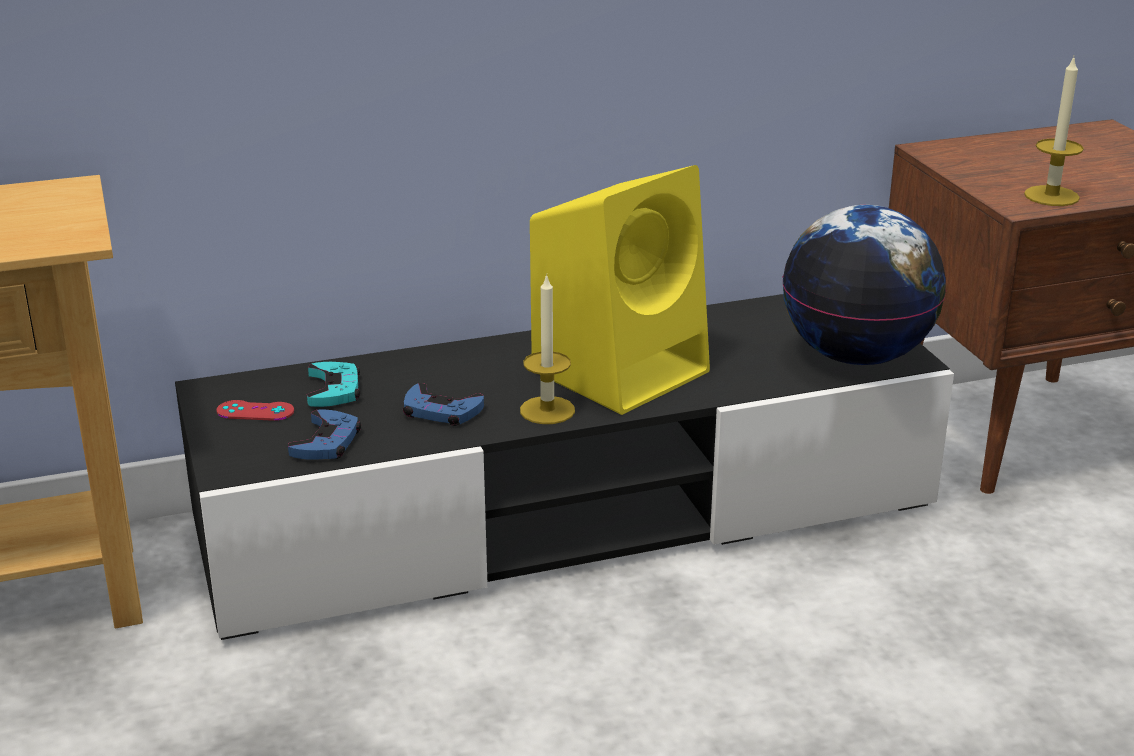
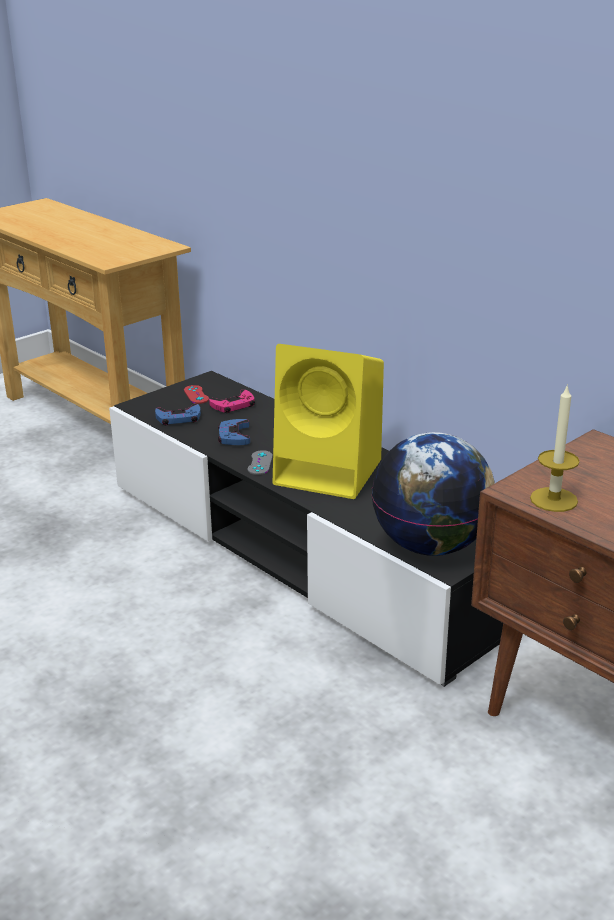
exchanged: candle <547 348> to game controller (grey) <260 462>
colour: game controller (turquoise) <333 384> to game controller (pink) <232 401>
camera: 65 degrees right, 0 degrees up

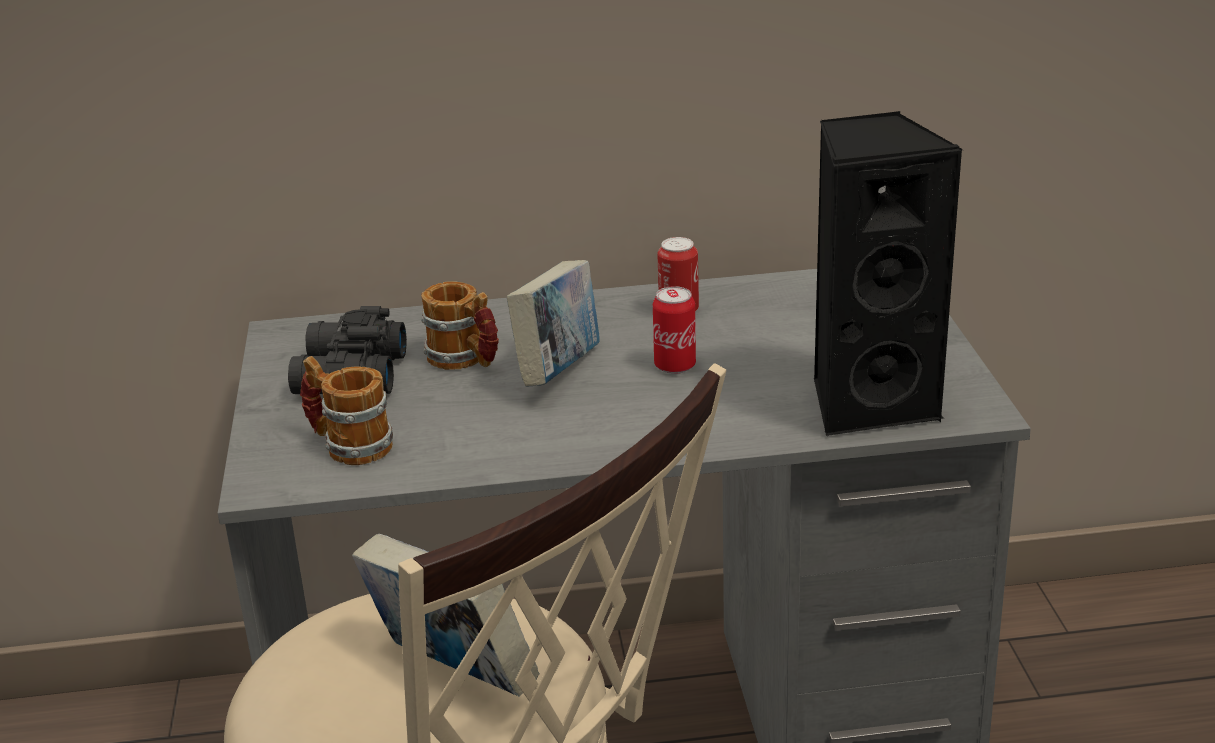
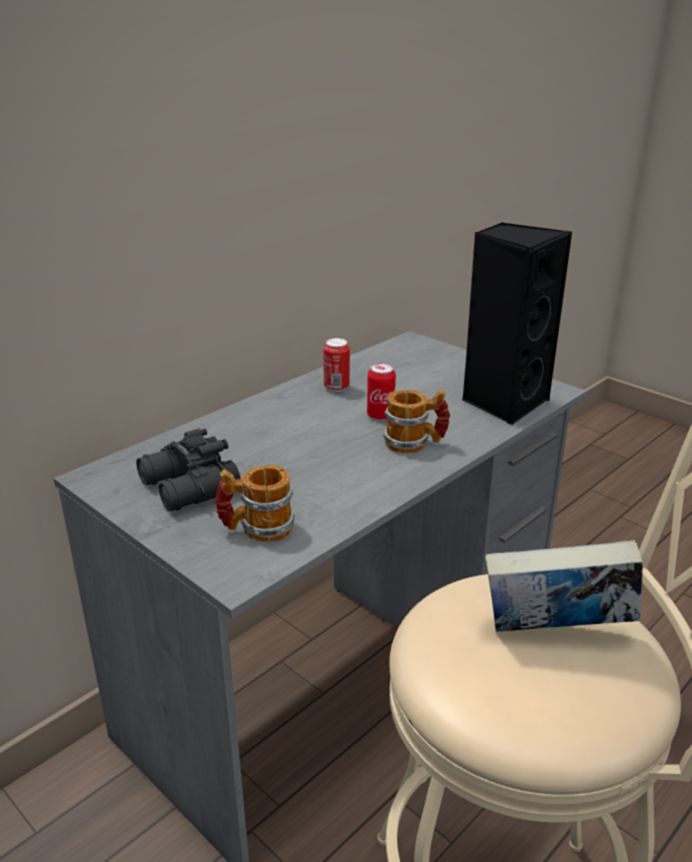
missing: book <553 323>
relocated: mug <460 325> to <416 421>
camera: 40 degrees left, 0 degrees up

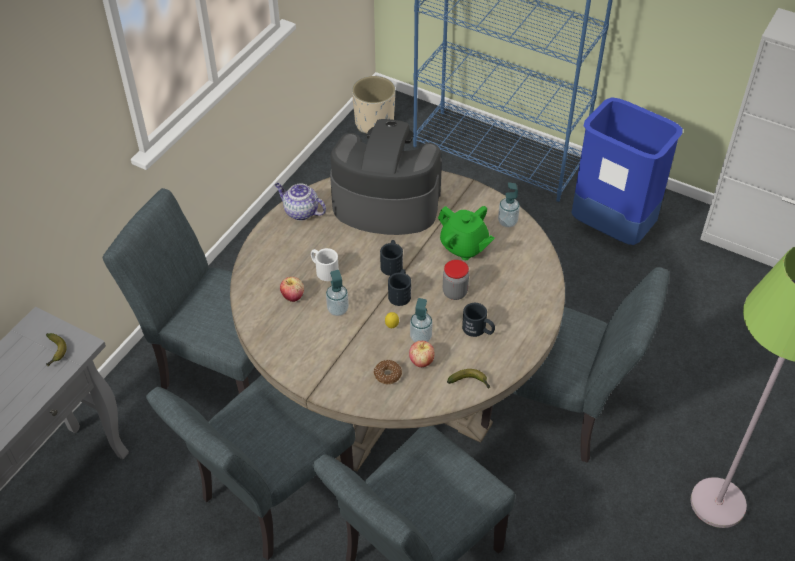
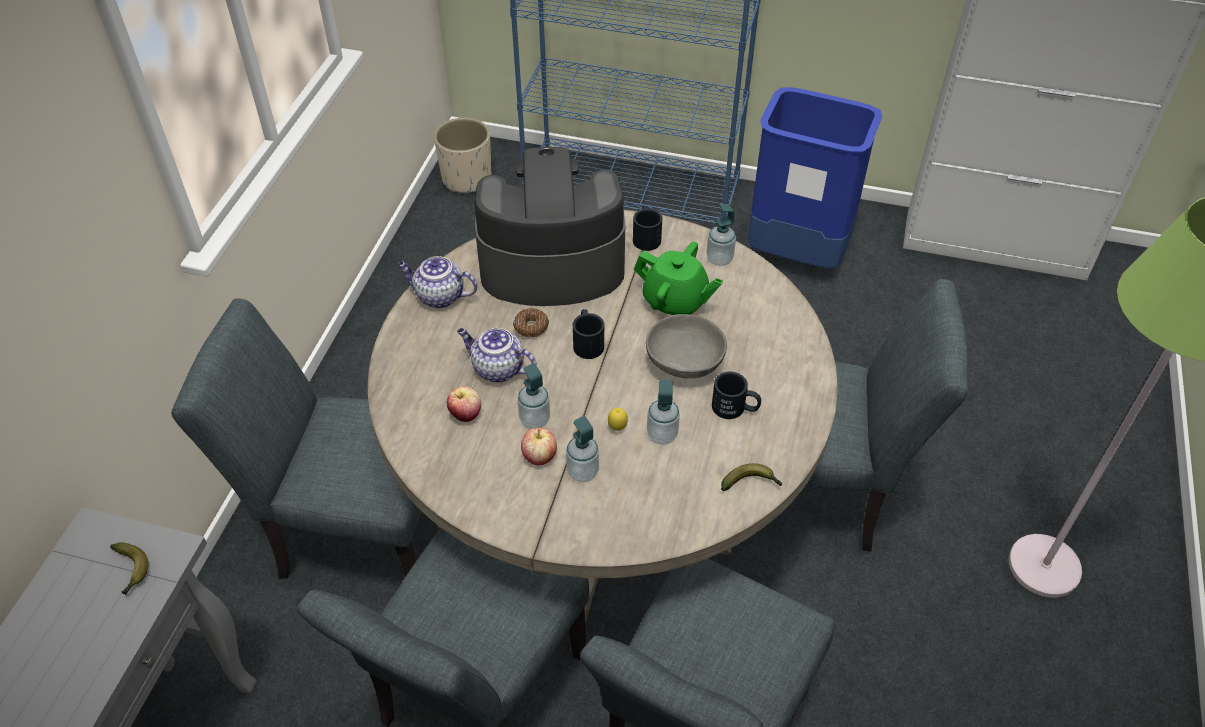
appeared: soap dispenser <582 449>
relocated: donut <388 372> to <531 322>; apple <422 354> to <539 446>; mug (black) <399 287> to <648 228>
exchanged: mug (white) <325 264> to teapot <497 355>; jar <456 280> to bowl (grey) <686 346>
camera: 15 degrees left, 0 degrees up

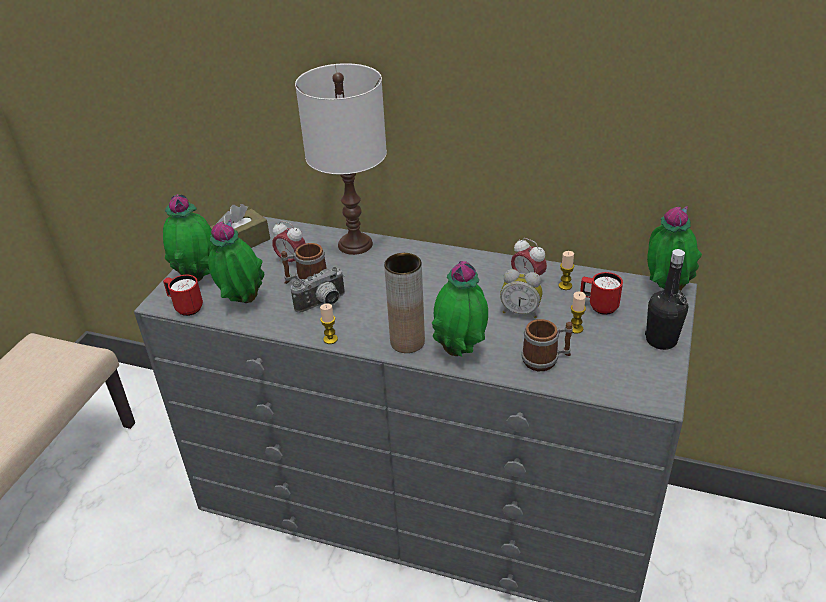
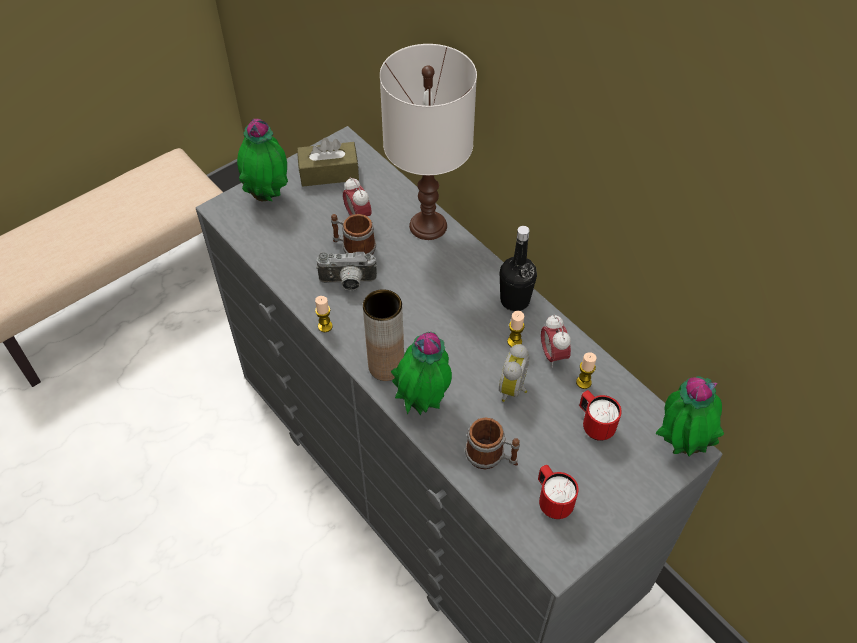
missing: potted plant <236 261>
relocated: bottle (black) <666 299> to <518 268>; candle <578 312> to <516 329>; mug (red) <183 295> to <558 492>
spun: alarm clock <521 293> = <514 373> 60 degrees clockwise
camera: 30 degrees right, 15 degrees up

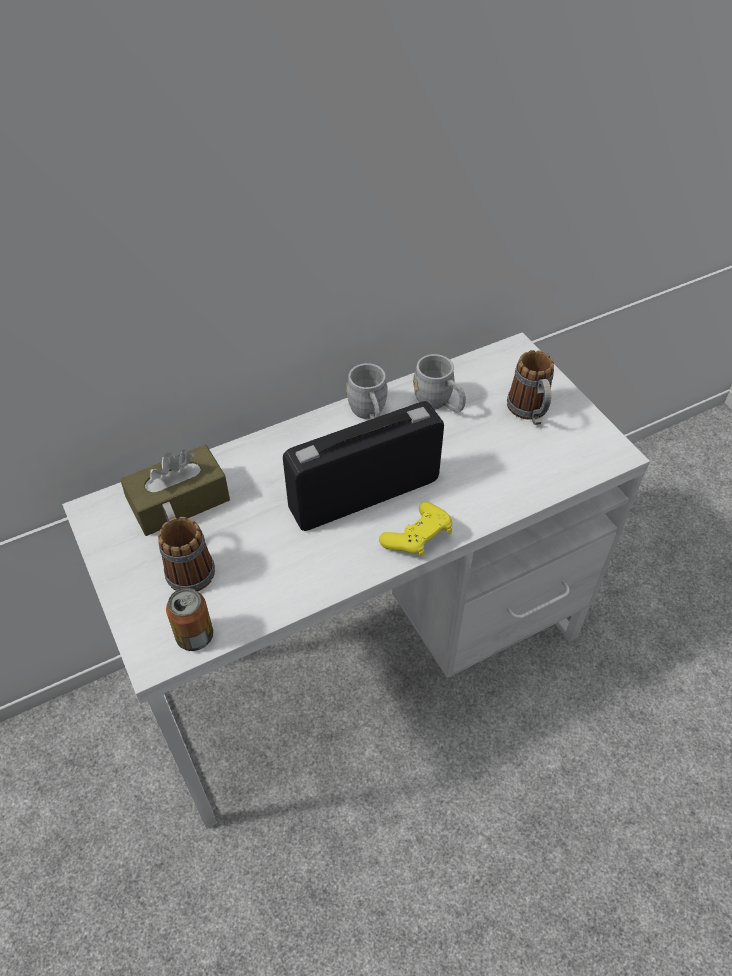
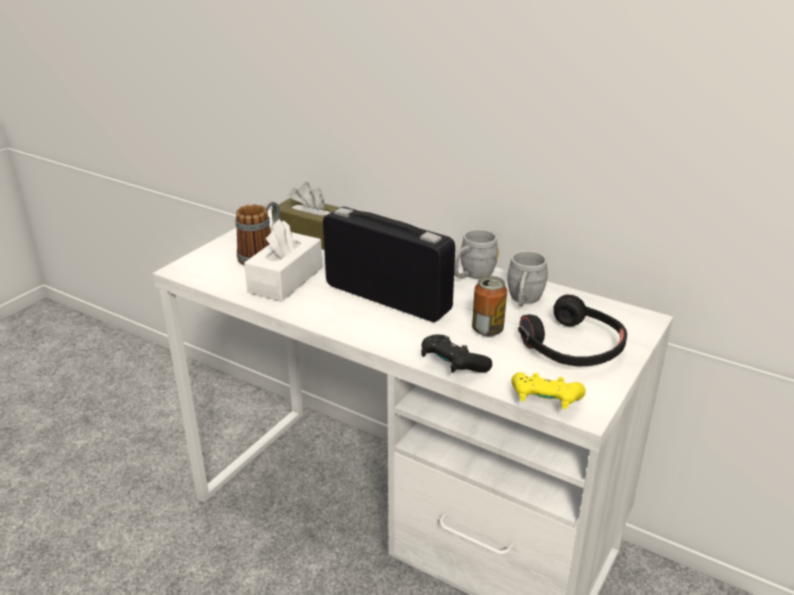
appeared: tissue box (white) <283 260>; game controller (black) <456 353>
relocated: can <189 619> to <489 306>; game controller (yellow) <415 529> to <549 390>
exchanged: mug <530 387> to headphones (black) <572 330>
camera: 60 degrees right, 20 degrees down

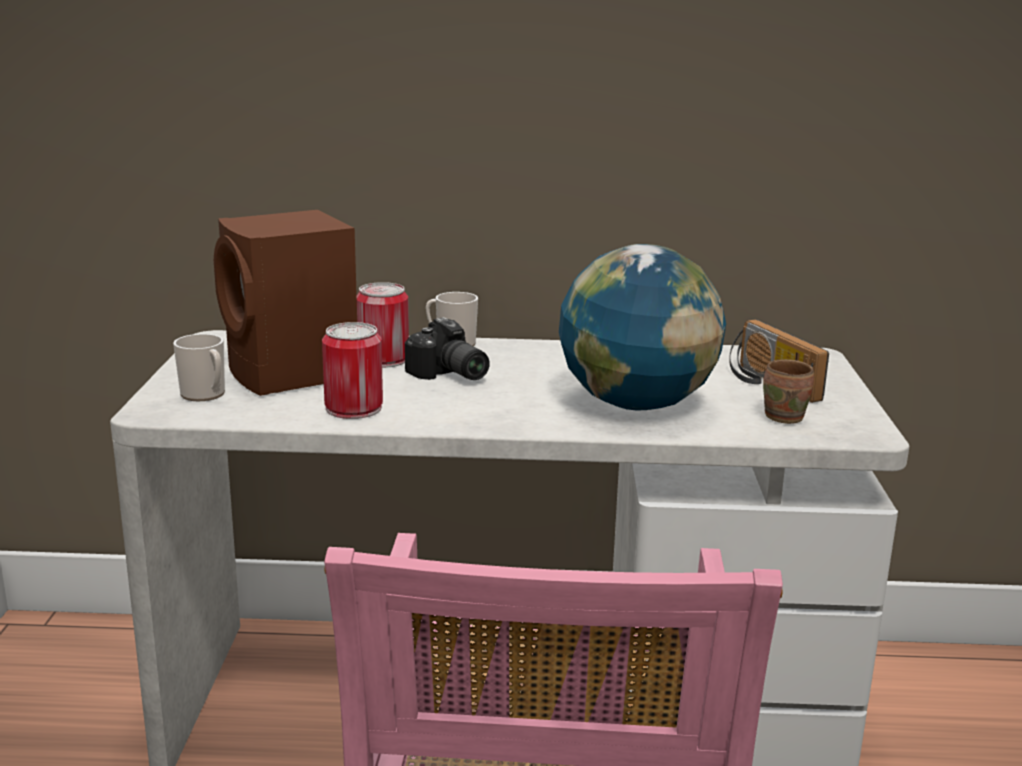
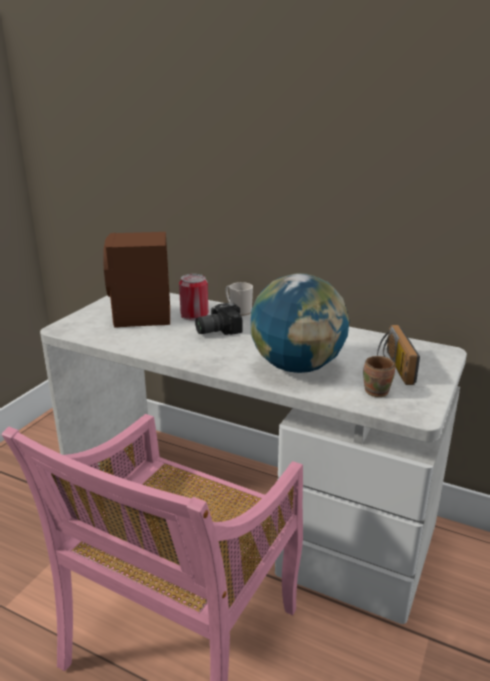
missing: mug <199 367>; can <352 370>
spun: photo camera <447 348> = <218 319> 75 degrees clockwise
camera: 25 degrees right, 5 degrees up

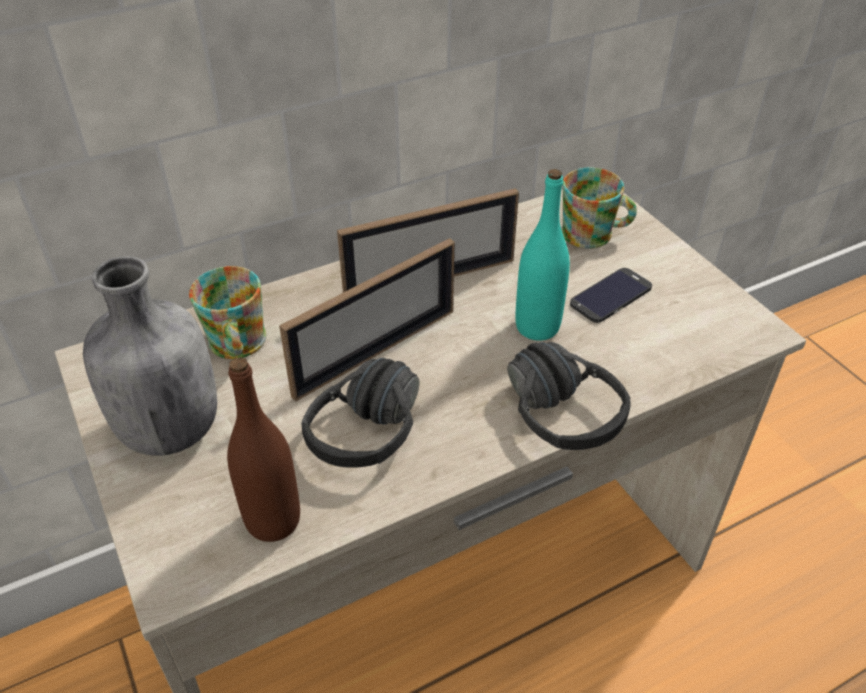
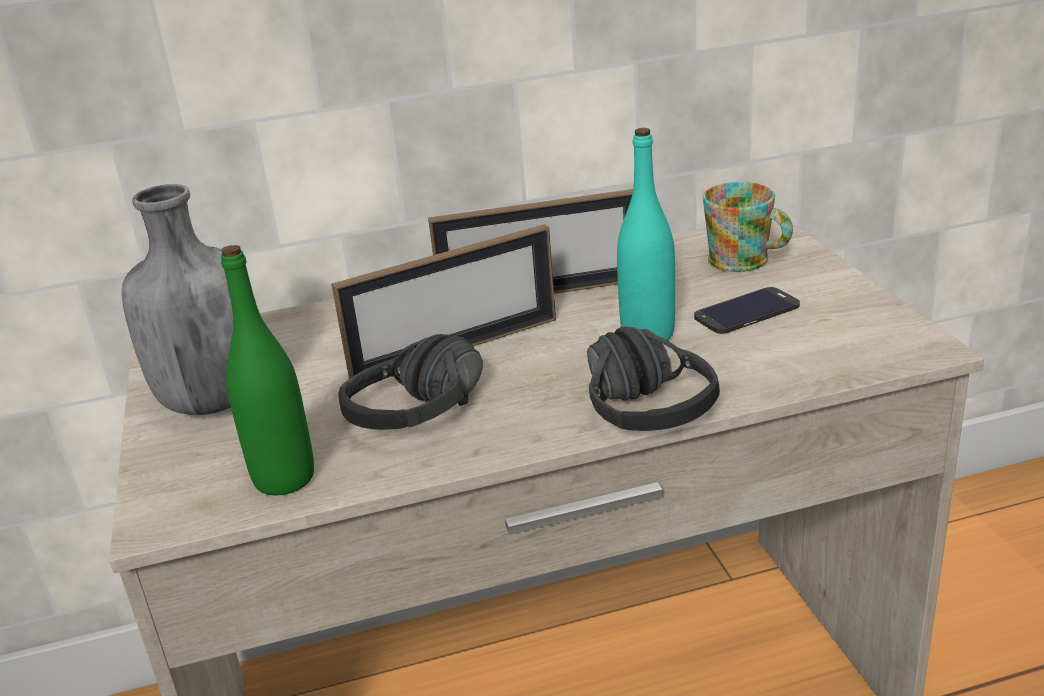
missing: mug <227 312>
colour: bottle (brown) <263 449> to bottle (green) <267 370>
camera: 15 degrees right, 15 degrees down

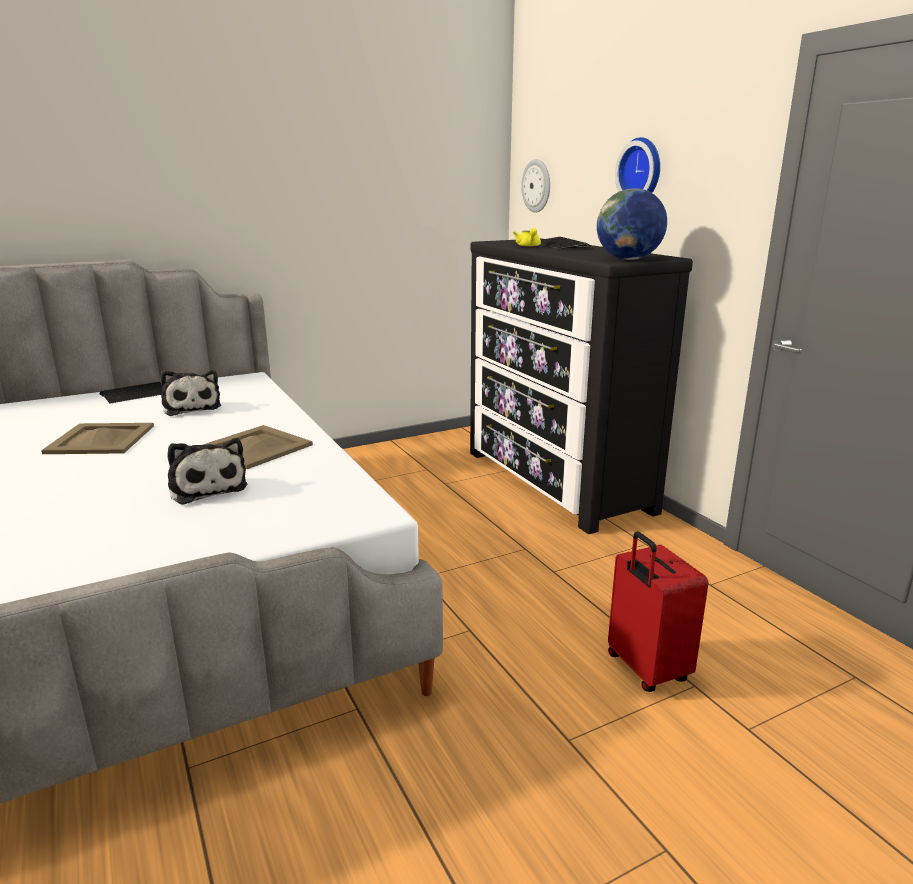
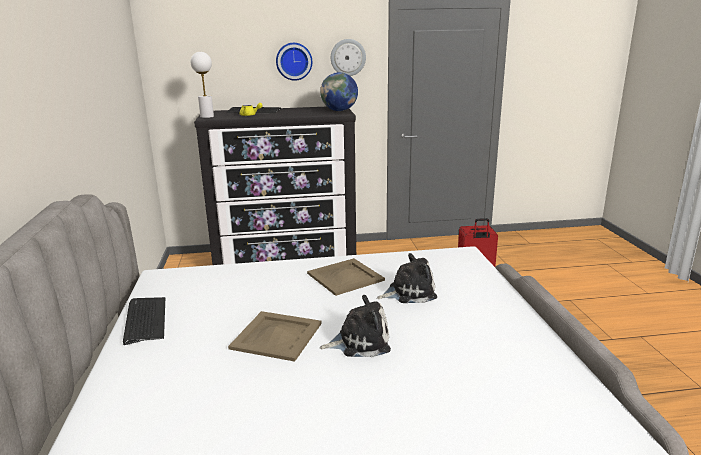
appeared: table lamp (white) <202 85>
relocated: plush toy <191 393> to <355 326>; wall clock <535 186> to <348 57>
camera: 70 degrees left, 0 degrees up

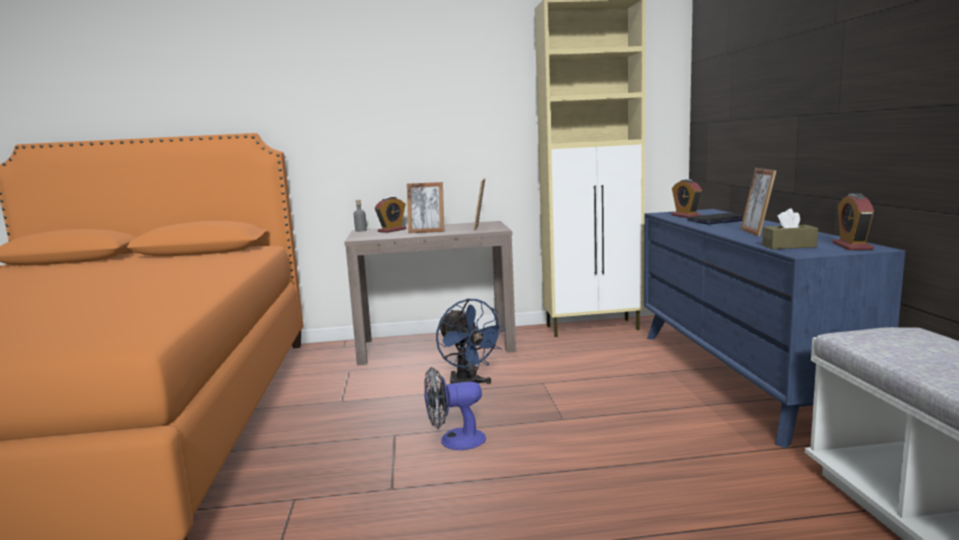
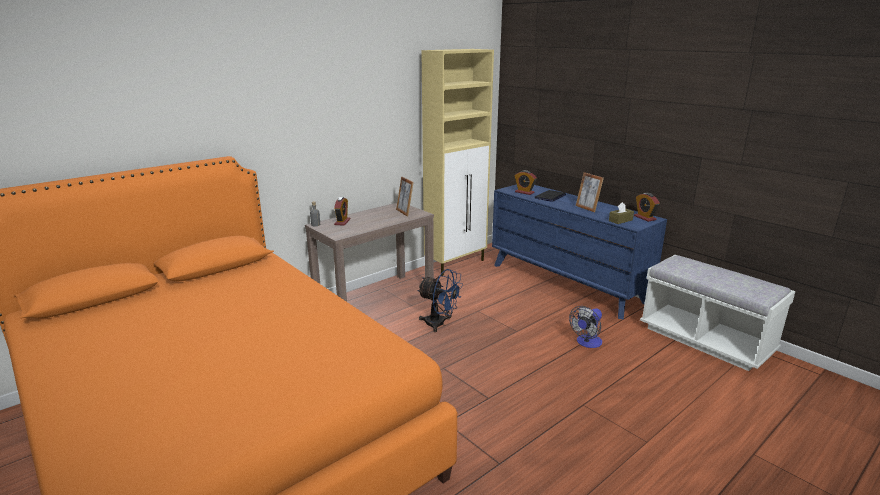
missing: picture frame <425 207>
relocated: fan <455 408> to <585 327>
camera: 35 degrees left, 10 degrees up

